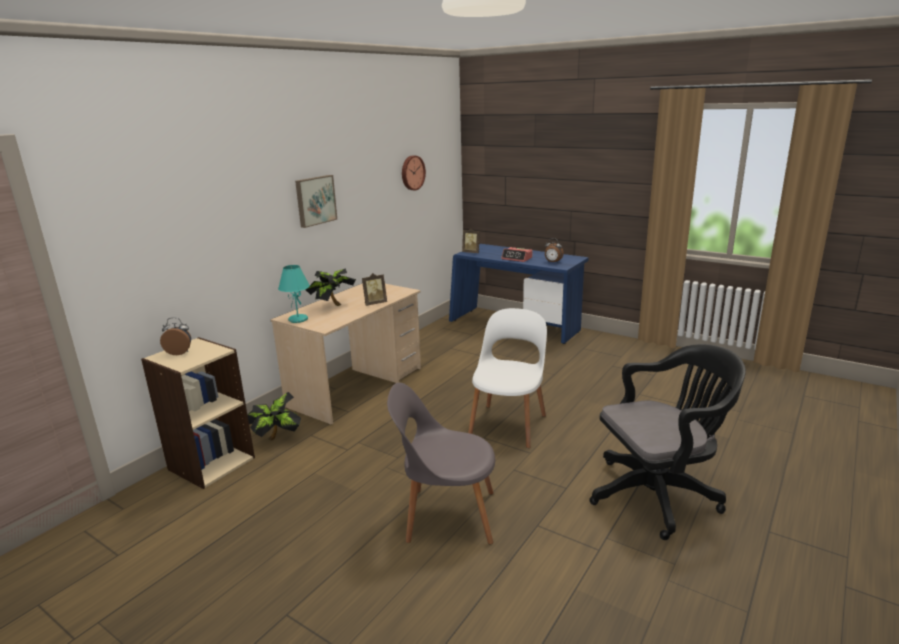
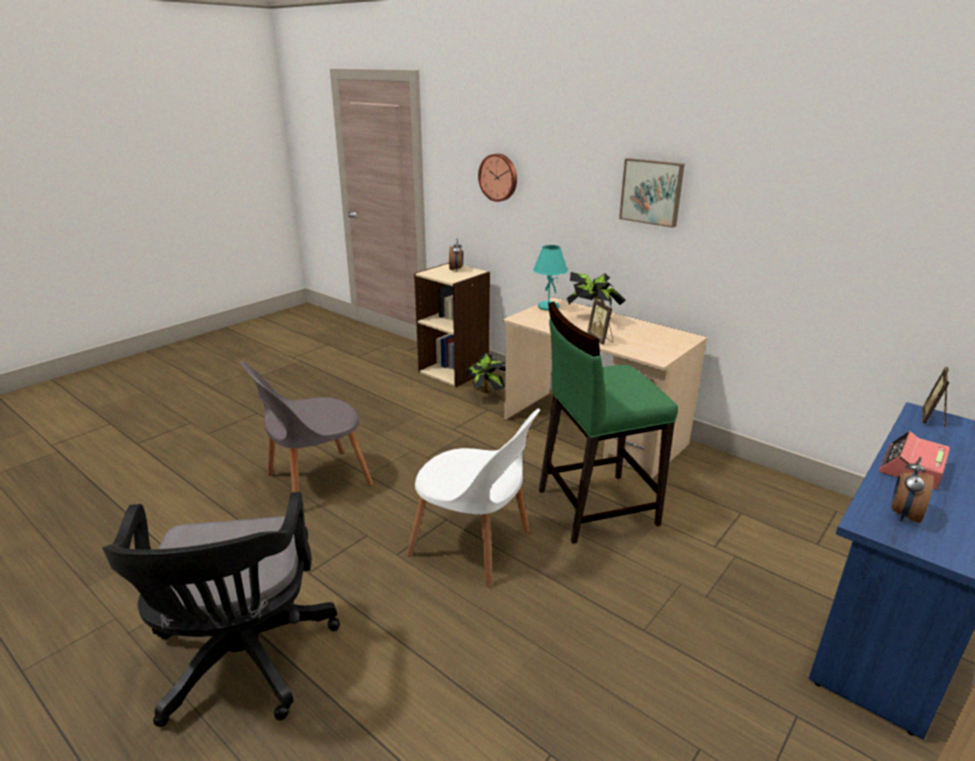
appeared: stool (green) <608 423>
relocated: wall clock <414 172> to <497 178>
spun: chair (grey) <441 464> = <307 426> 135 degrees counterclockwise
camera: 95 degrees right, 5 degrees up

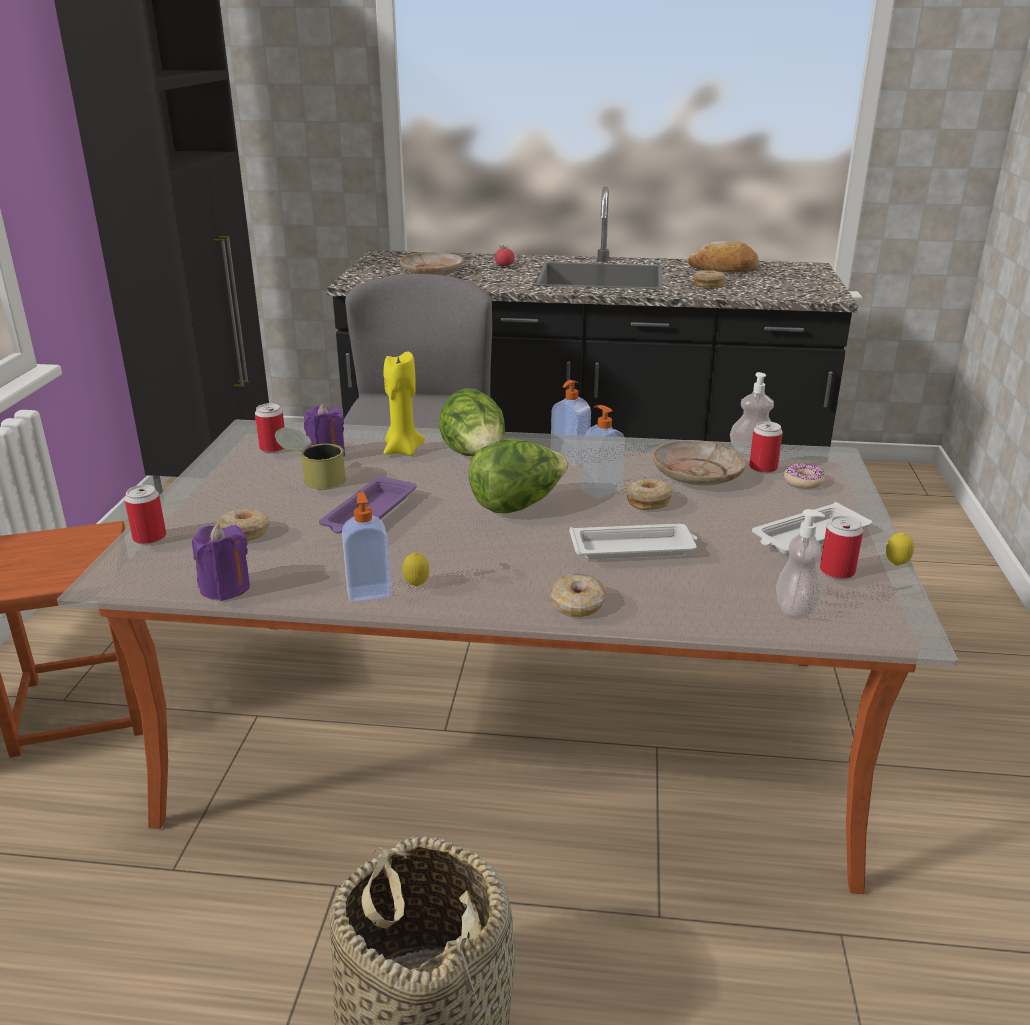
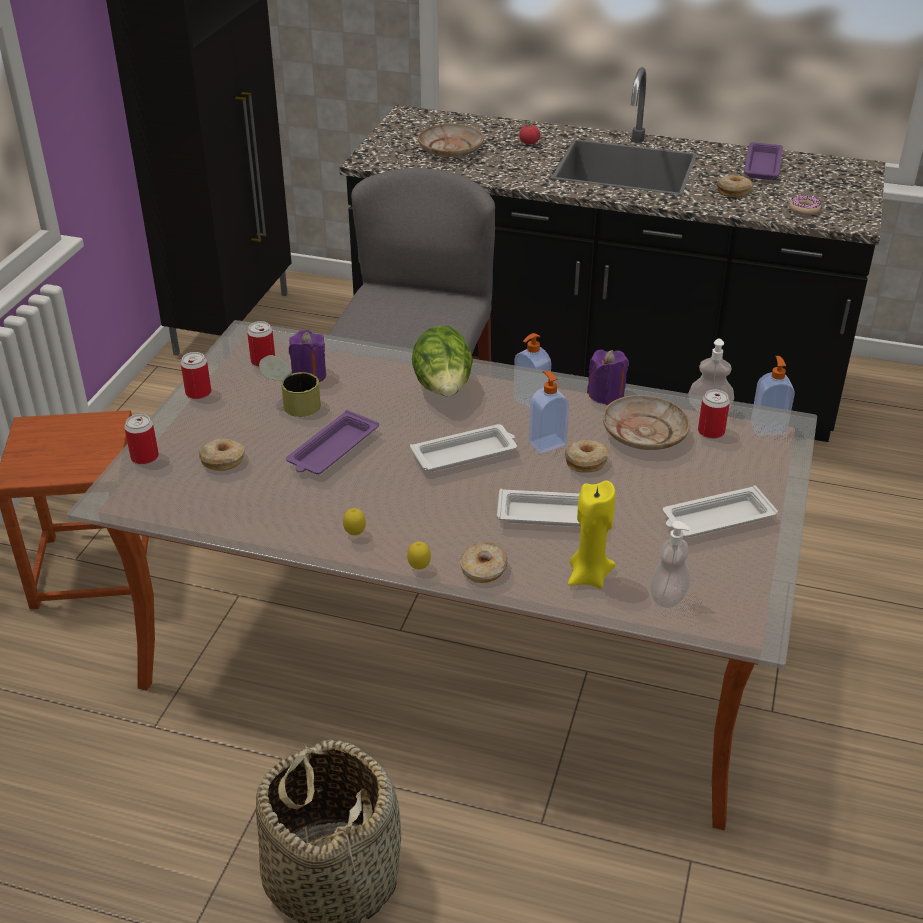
relocated: can <841 547> to <196 375>; lemon <900 549> to <419 555>; candle (yellow) <404 404> to <592 534>; candle (purple) <221 562> to <608 377>; soap dispenser <367 547> to <773 396>; donut <804 476> to <805 205>
exchanged: lettuce <518 476> to tray (white) <463 447>; bread <723 256> to tray (purple) <763 161>
camera: 10 degrees right, 10 degrees up

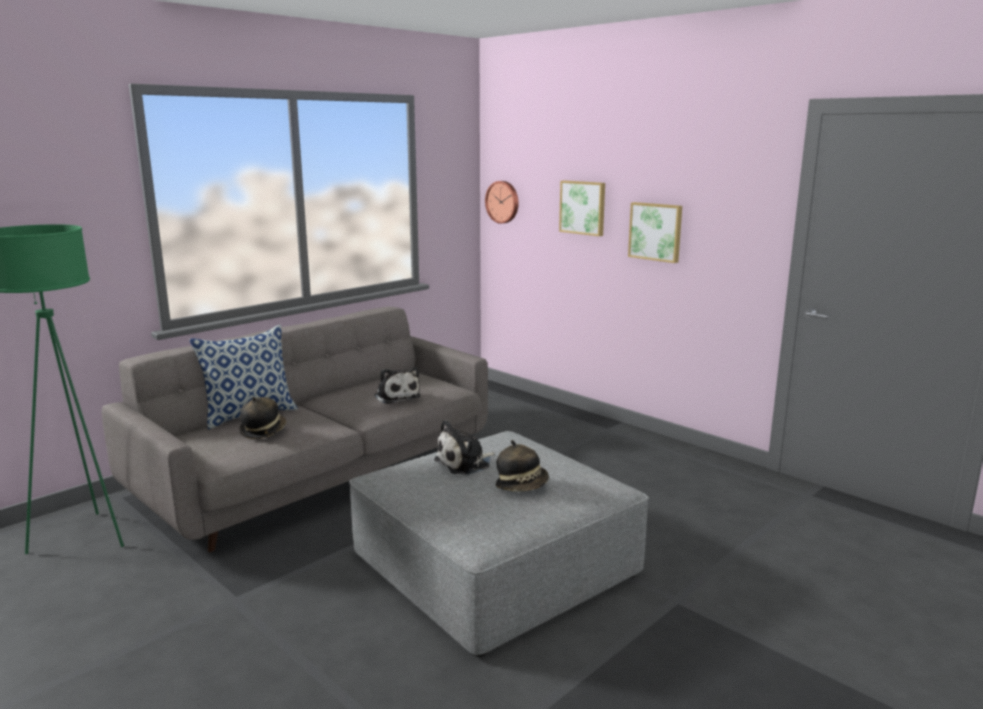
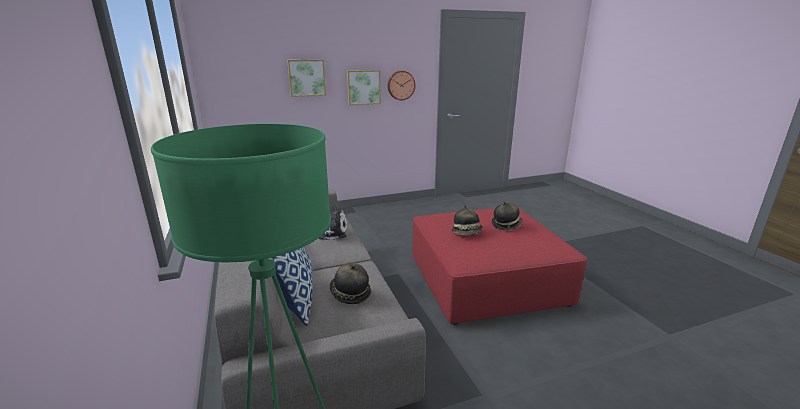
relocated: wall clock <502 202> to <402 85>
exchanged: plush toy <464 447> to hat <467 220>
colour: ottoman (grey) <499 544> to ottoman (red) <500 266>
camera: 65 degrees left, 5 degrees up

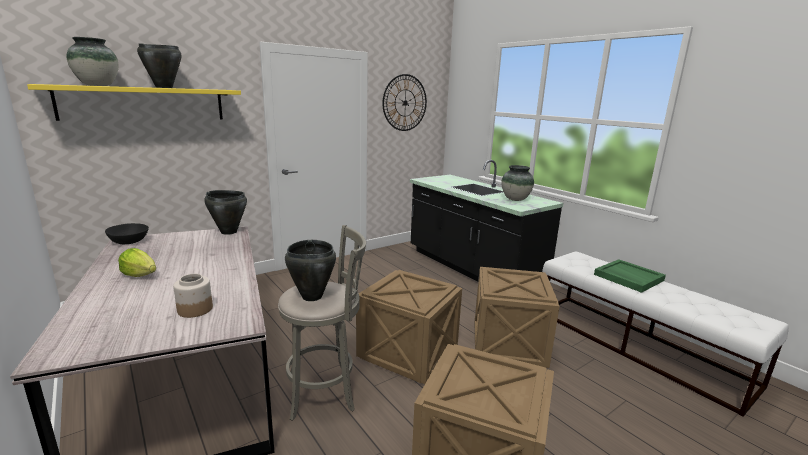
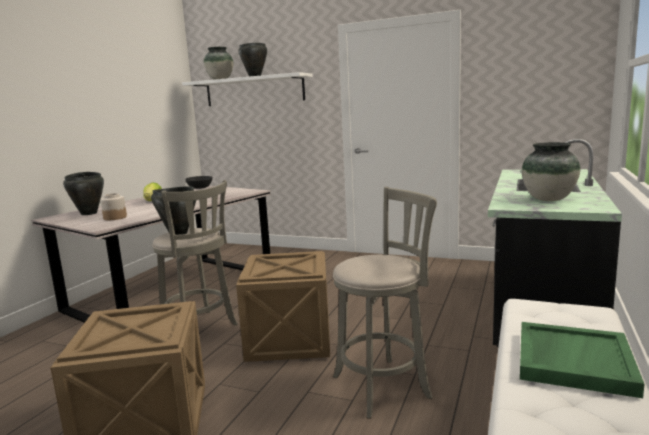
missing: wall clock <405 102>
relocated: cooking pot (black) <225 212> to <83 193>
exchanged: crate <517 317> to stool (grey) <385 303>
colour: shelf (yellow) <134 102> to shelf (white) <247 89>
camera: 60 degrees right, 5 degrees down

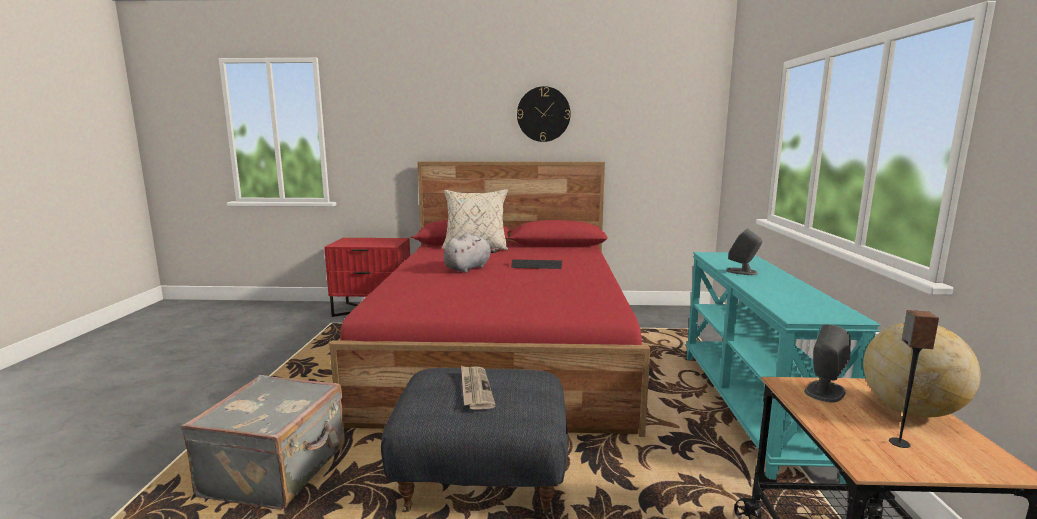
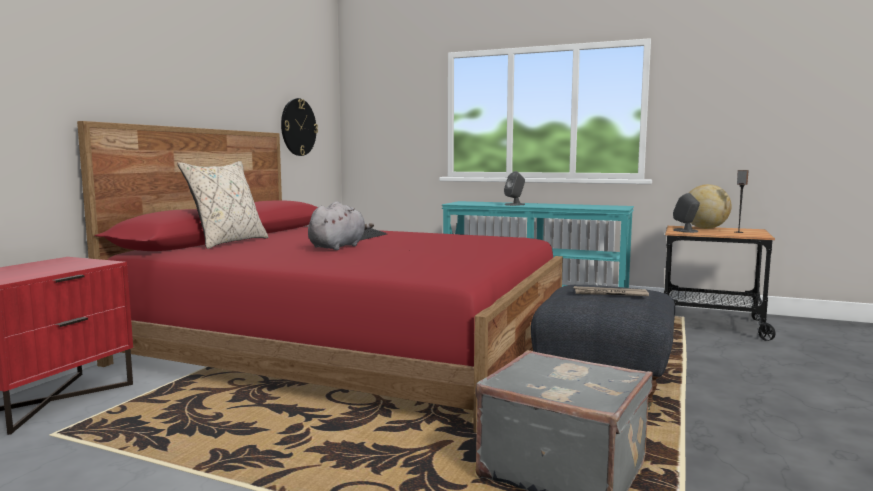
relocated: wall clock <544 114> to <299 127>
spun: plush toy (grey) <471 253> = <341 225> 60 degrees clockwise
camera: 70 degrees left, 5 degrees down

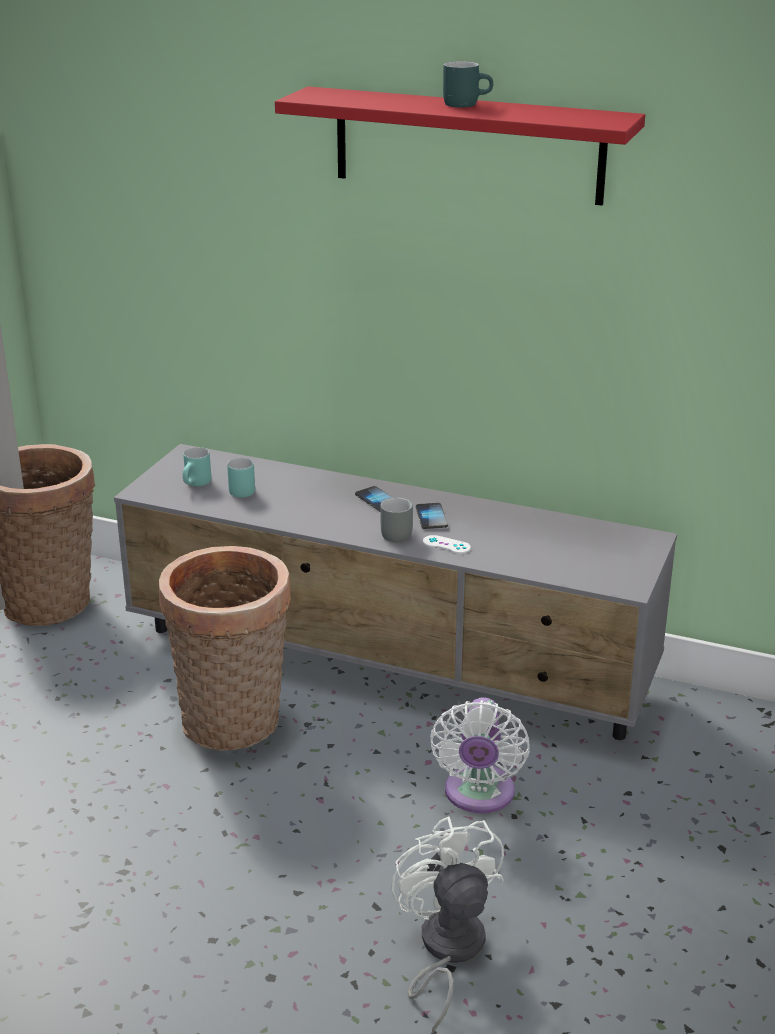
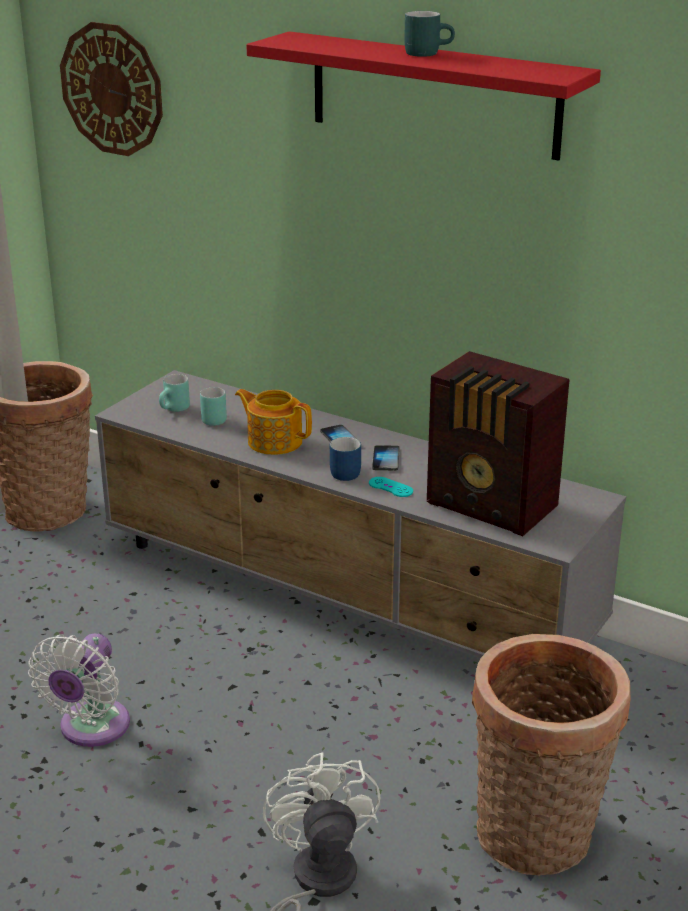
appeared: wall clock <111 89>; teapot <273 422>; radio <498 443>
relocated: fan (white) <480 755> to <79 690>; basket <225 648> to <551 755>
colour: mug (grey) <396 520> to mug (blue) <345 459>; game controller (white) <447 544> to game controller (turquoise) <391 487>
camera: 10 degrees right, 0 degrees up

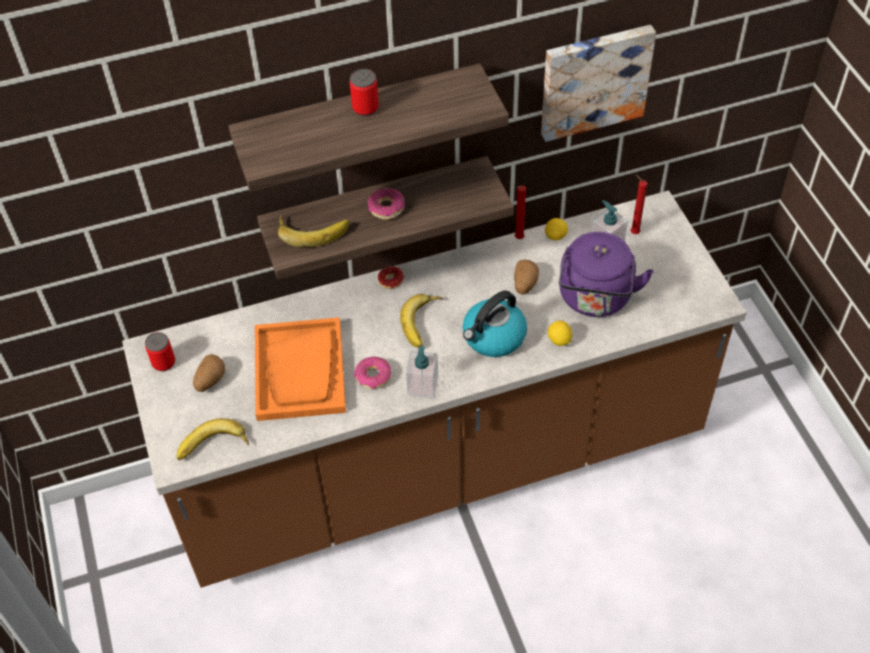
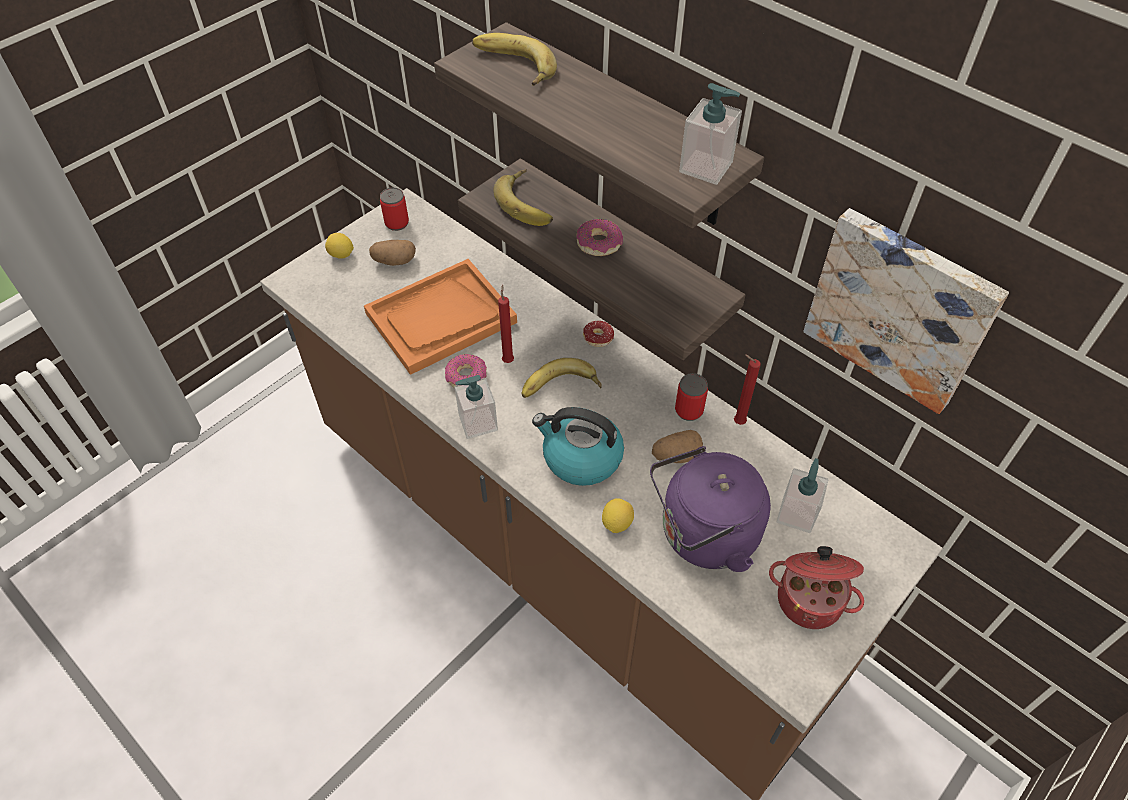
appeared: soap dispenser <710 134>; cooking pot <816 587>
relocated: lemon <556 229> to <339 246>; banana <212 439> to <514 59>; candle (red) <639 204> to <506 324>; can <364 92> to <691 397>
camera: 60 degrees right, 0 degrees up

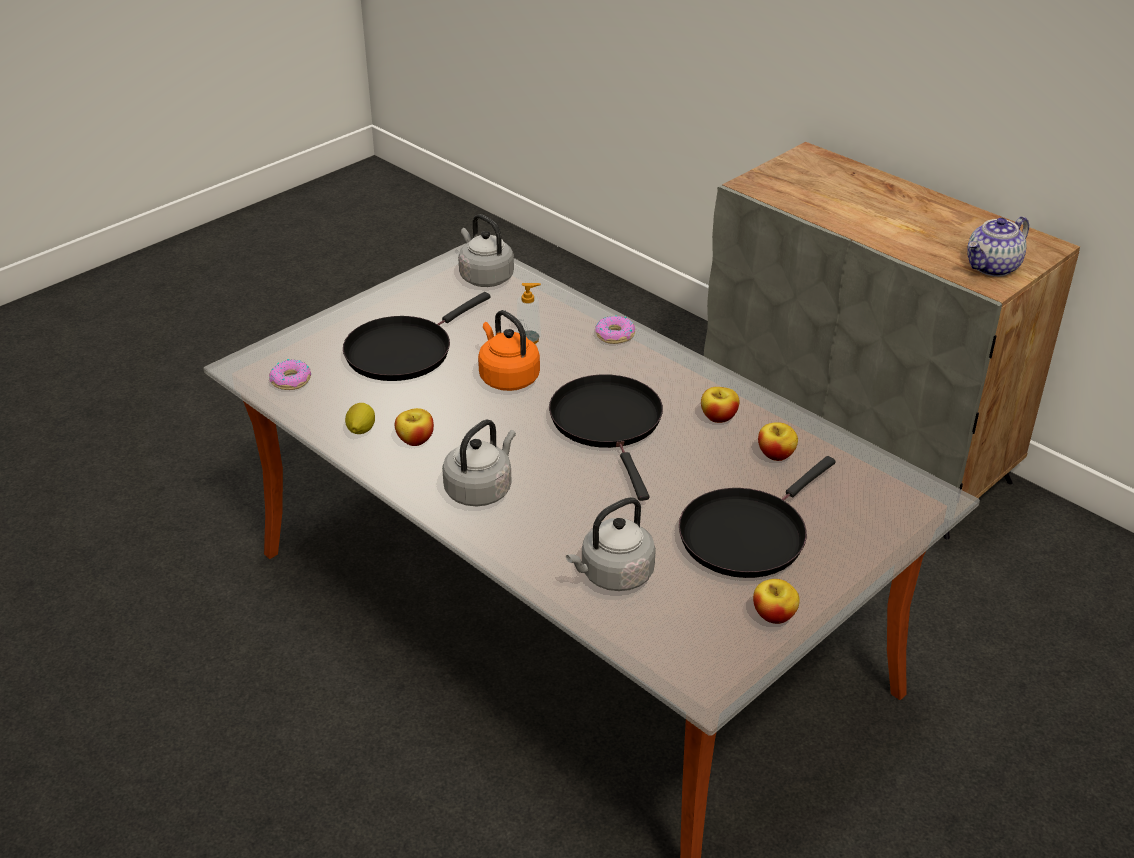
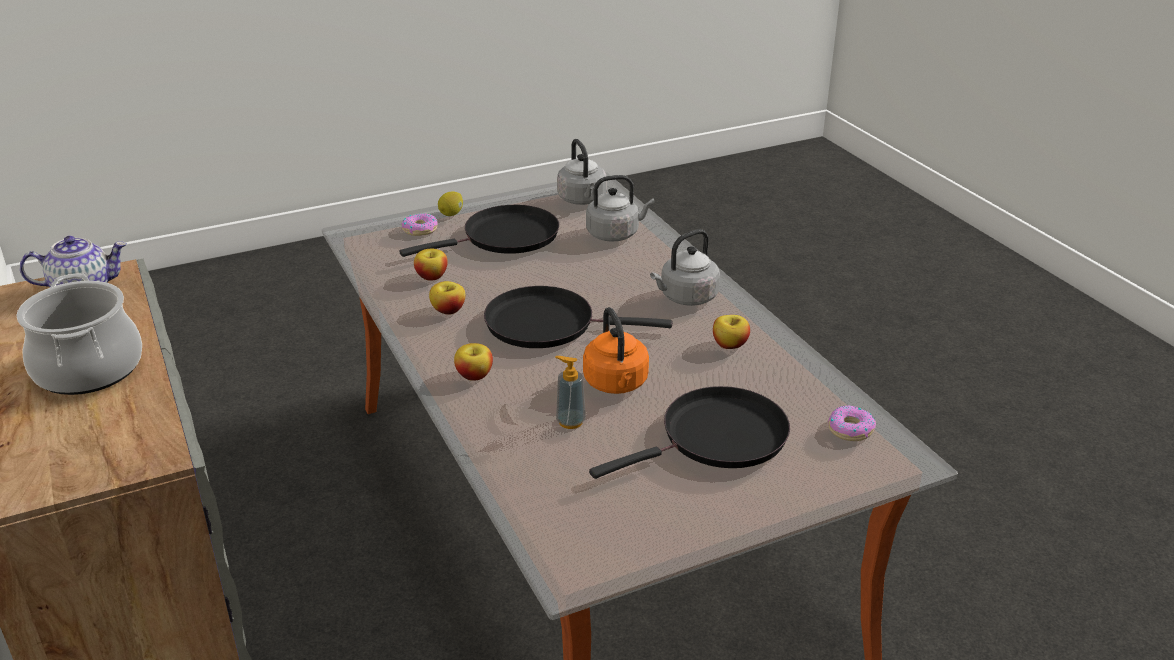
appeared: cooking pot <79 334>
relocated: donut <615 329> to <419 224>; lemon <360 418> to <450 203>; apple <776 601> to <473 362>; kettle (grey) <486 250> to <582 172>
spun: frying pan (black) <606 437> = <578 317> 90 degrees clockwise
camera: 160 degrees left, 5 degrees down

